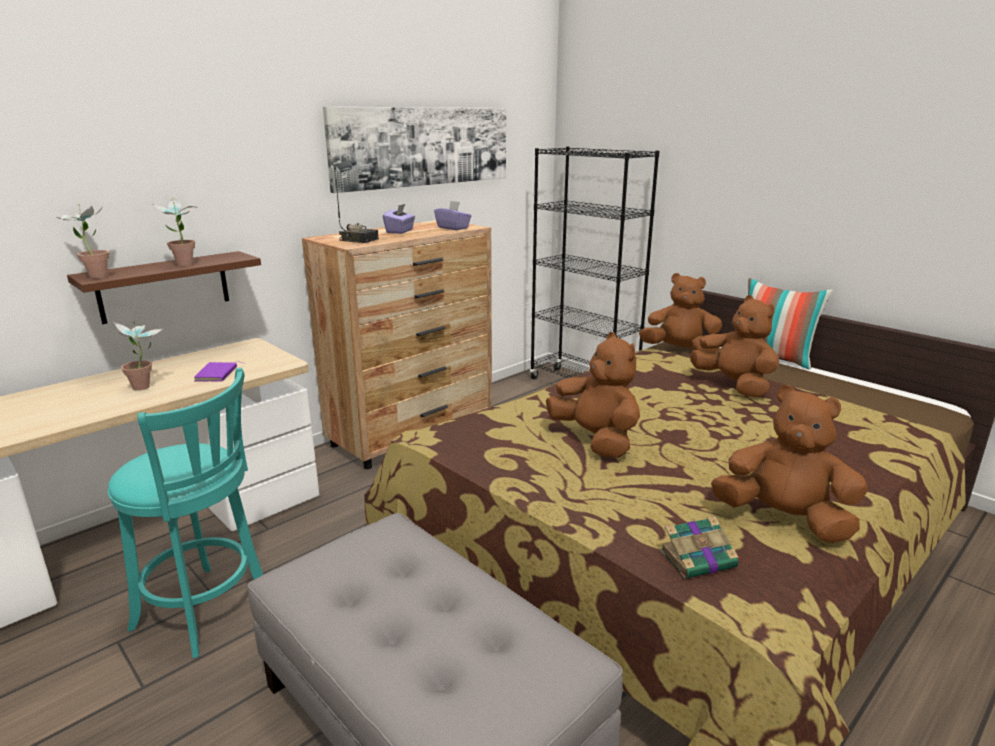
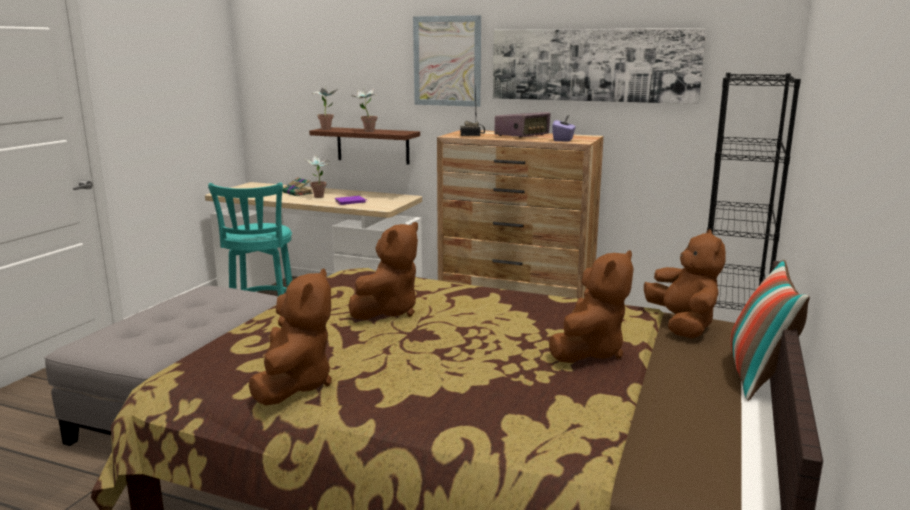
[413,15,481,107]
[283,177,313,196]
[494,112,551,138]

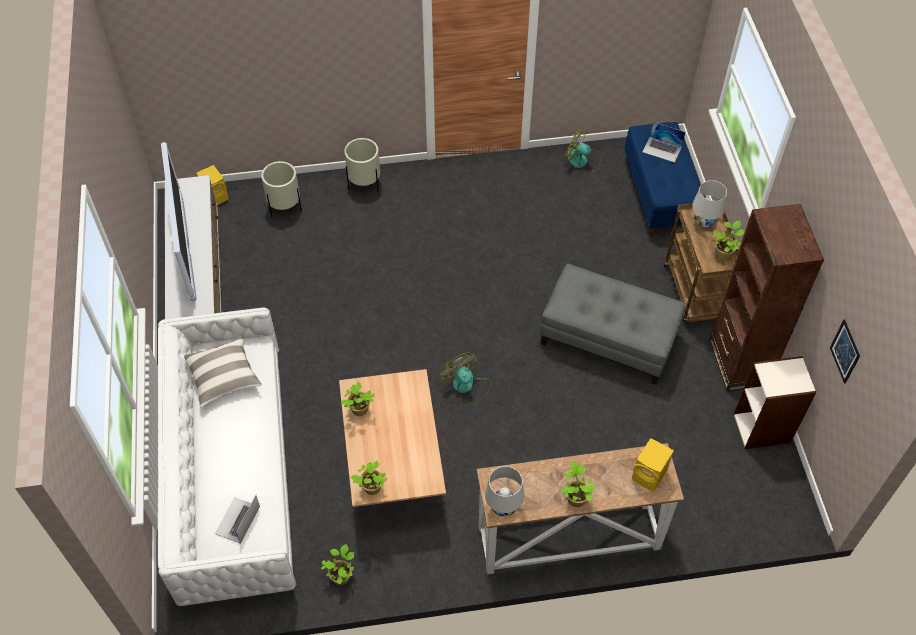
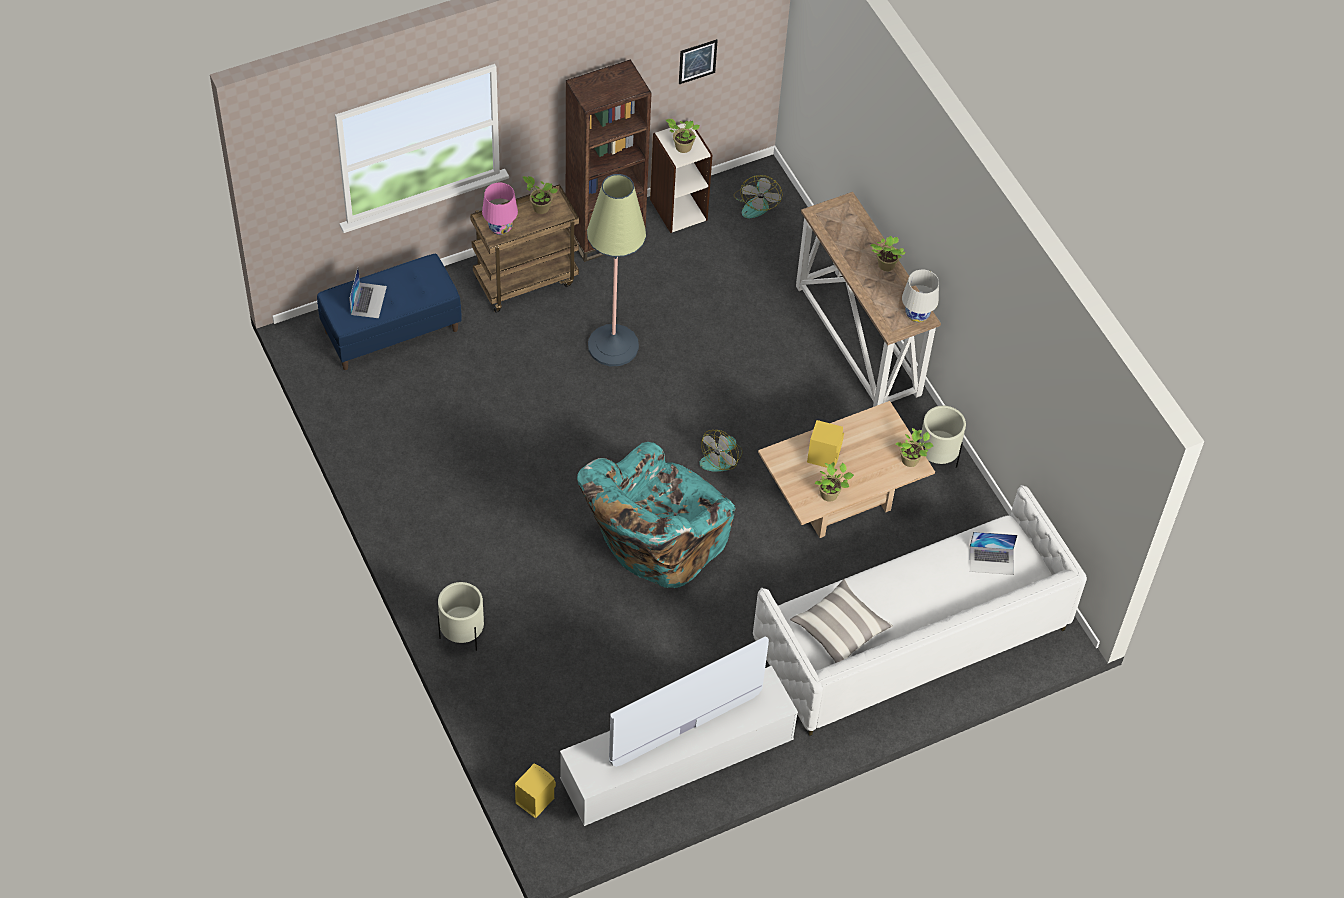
[577,442,737,588]
[919,406,966,468]
[666,119,700,153]
[734,175,783,218]
[807,420,844,468]
[587,174,646,366]
[482,182,518,235]

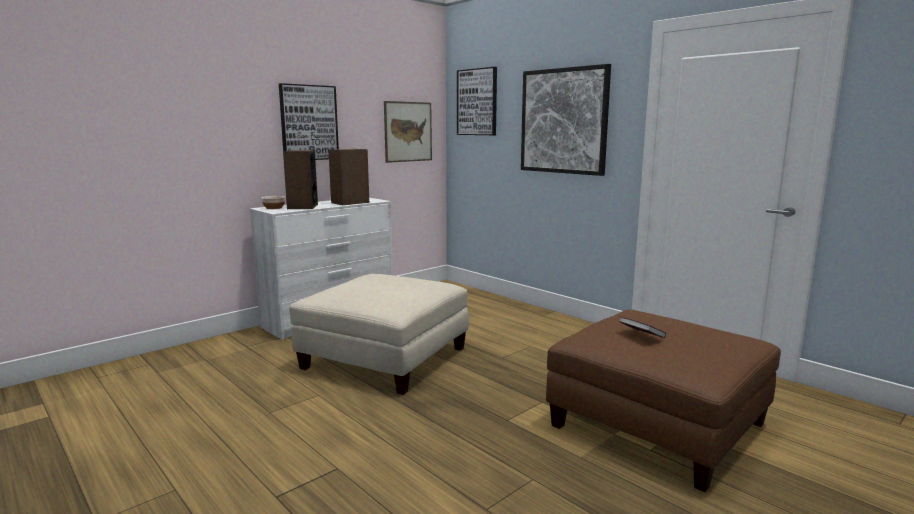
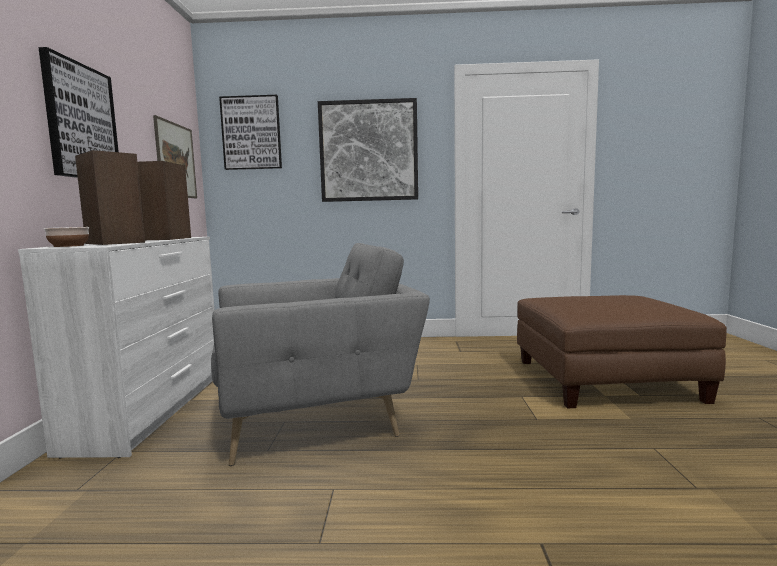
[619,317,666,338] (first image)
[211,243,430,466]

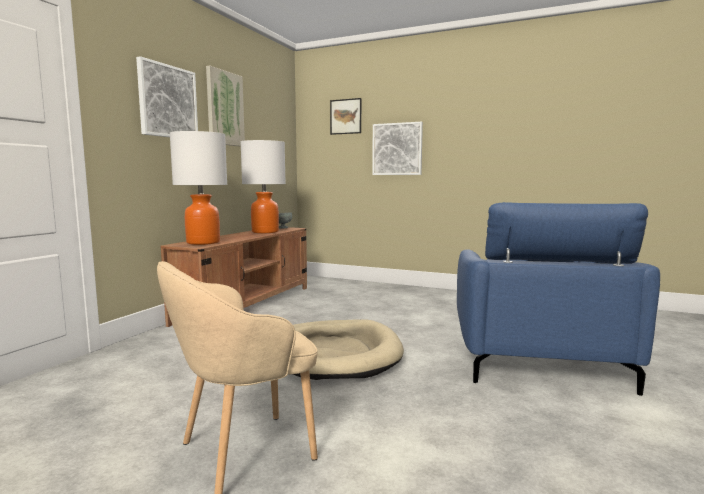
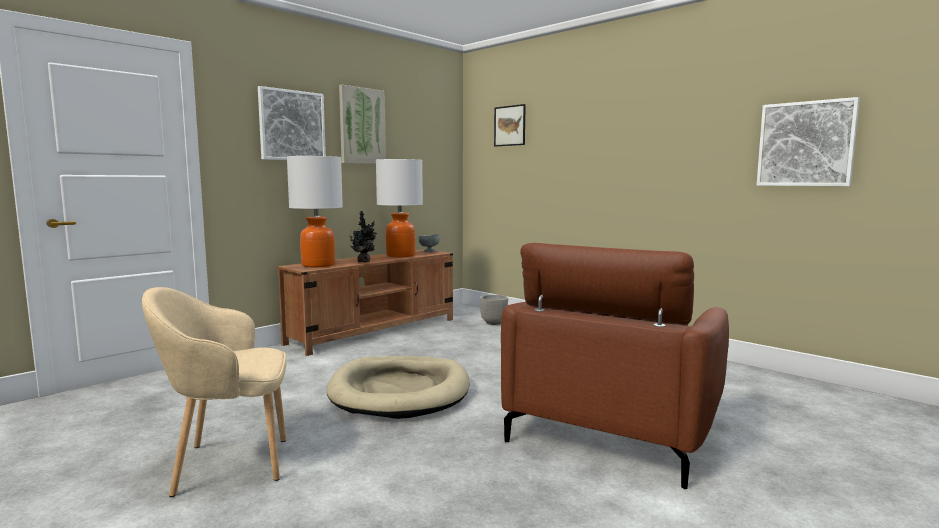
[350,211,377,262]
[480,295,508,325]
[756,97,860,186]
[501,243,729,489]

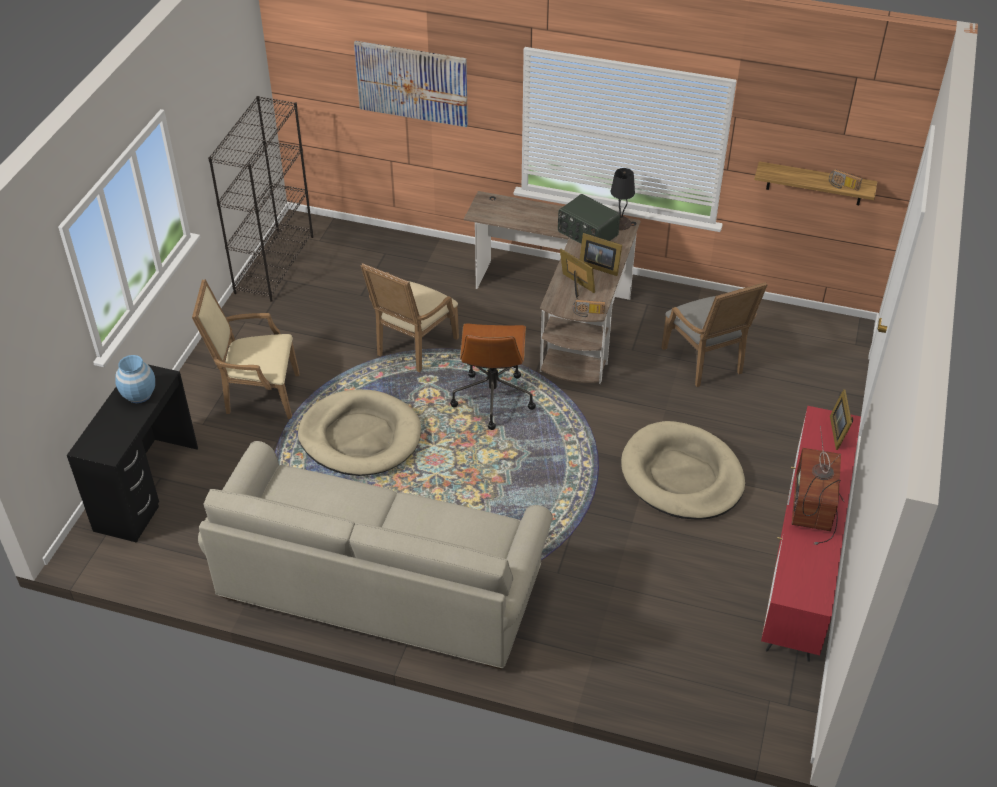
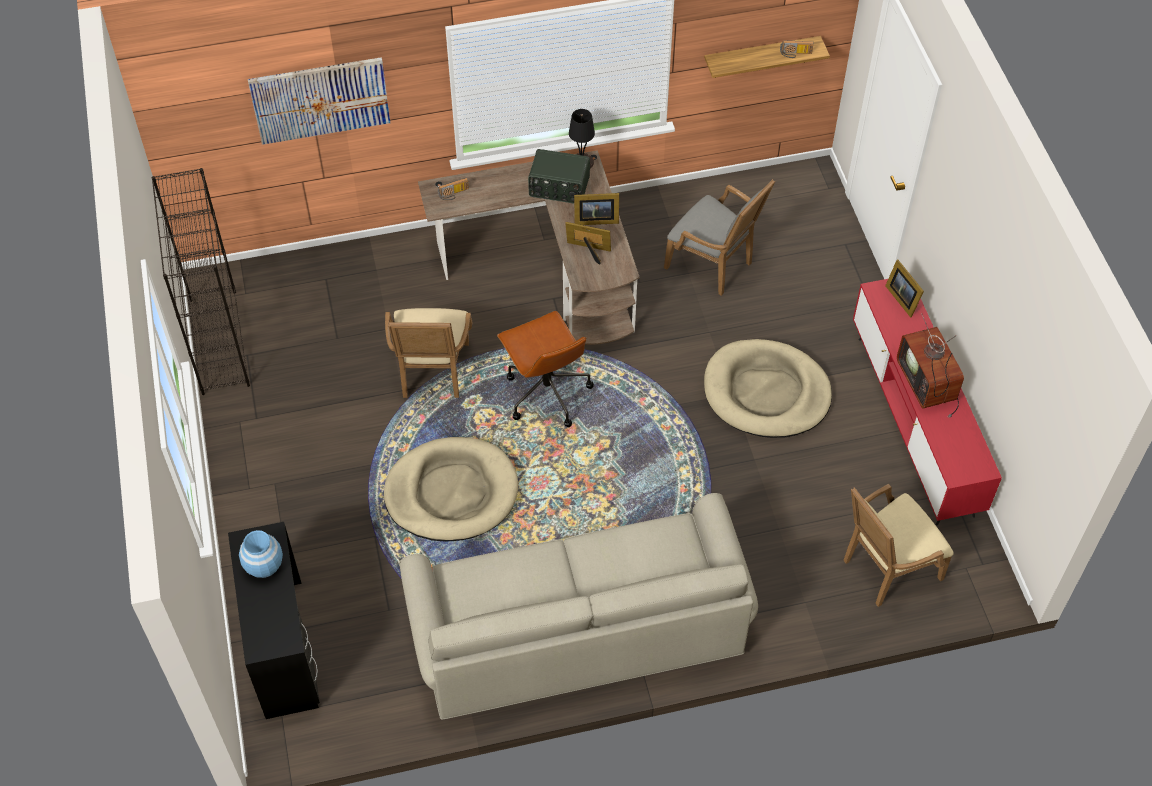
[843,484,954,607]
[438,178,469,200]

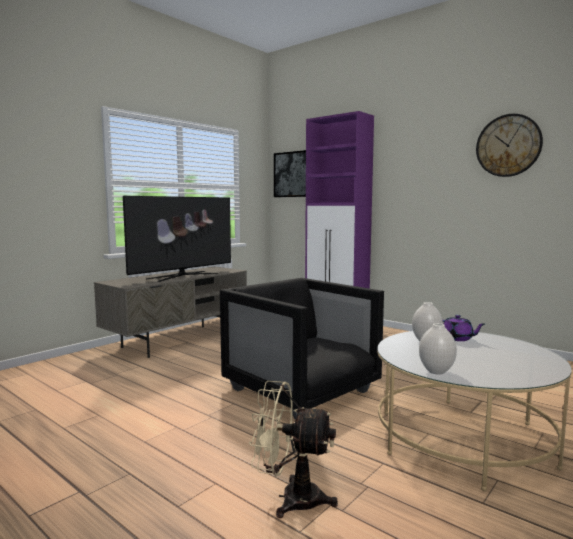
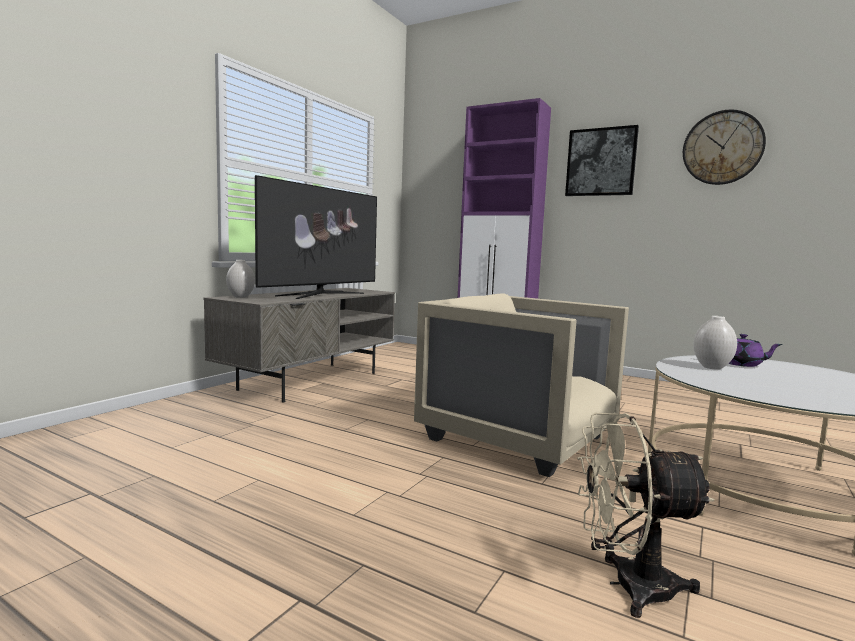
[565,125,639,196]
[226,260,255,298]
[414,293,629,477]

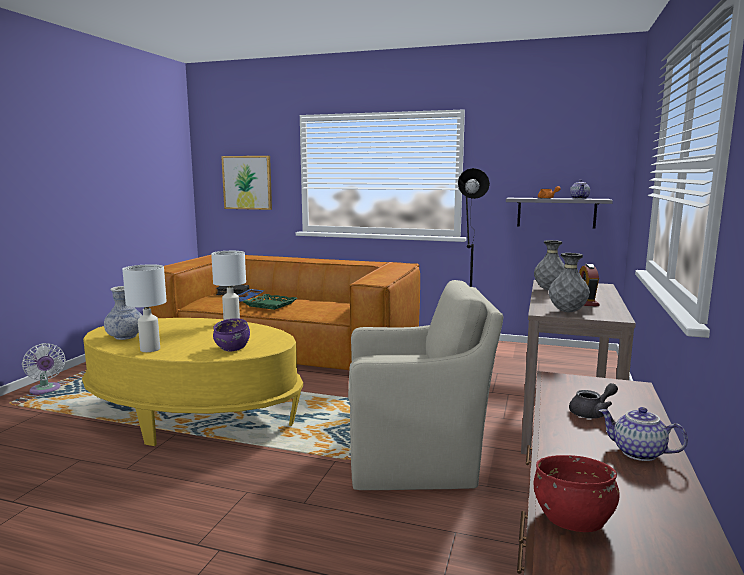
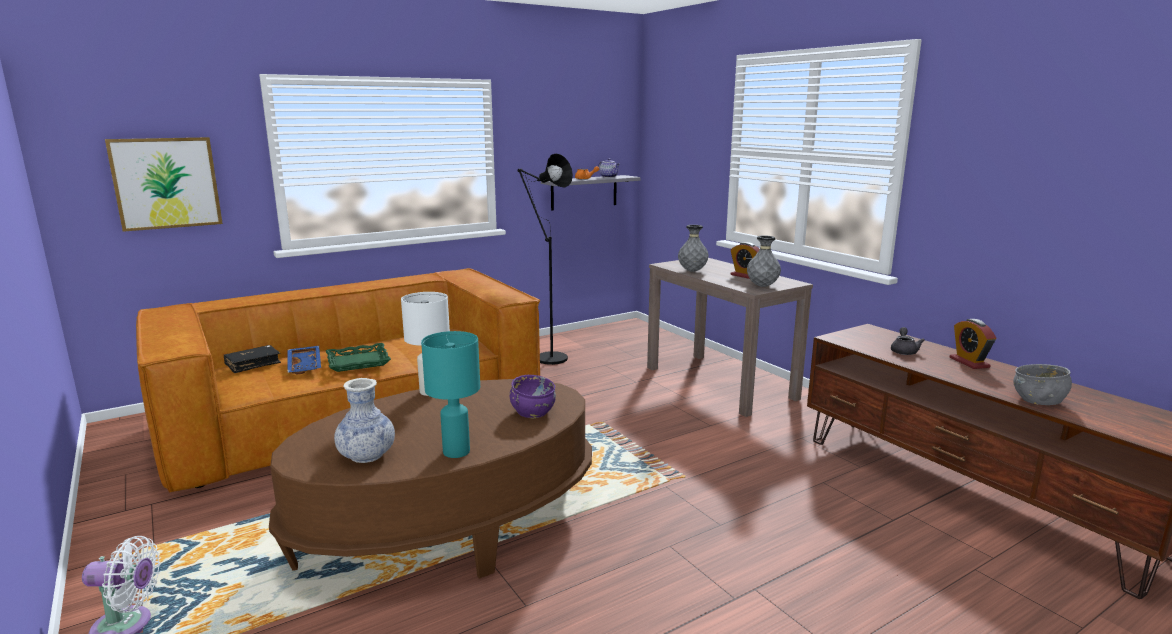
[348,280,503,490] (first image)
[950,319,996,369]
[269,379,592,579]
[421,331,480,458]
[1013,364,1072,405]

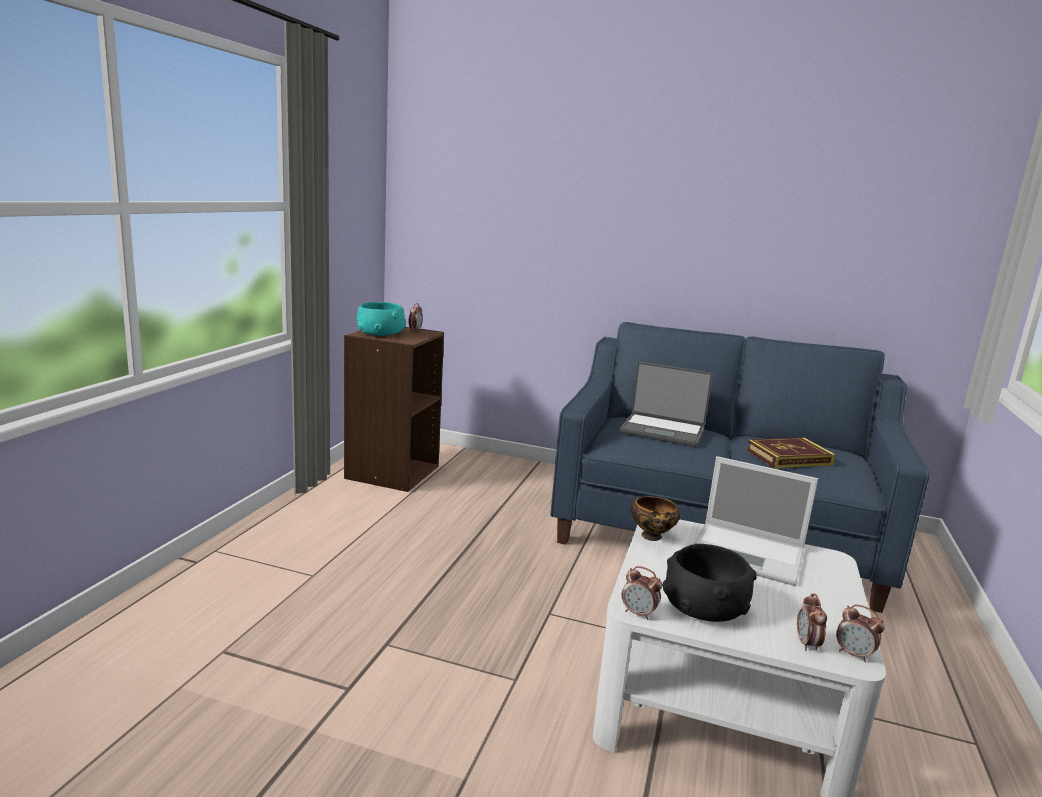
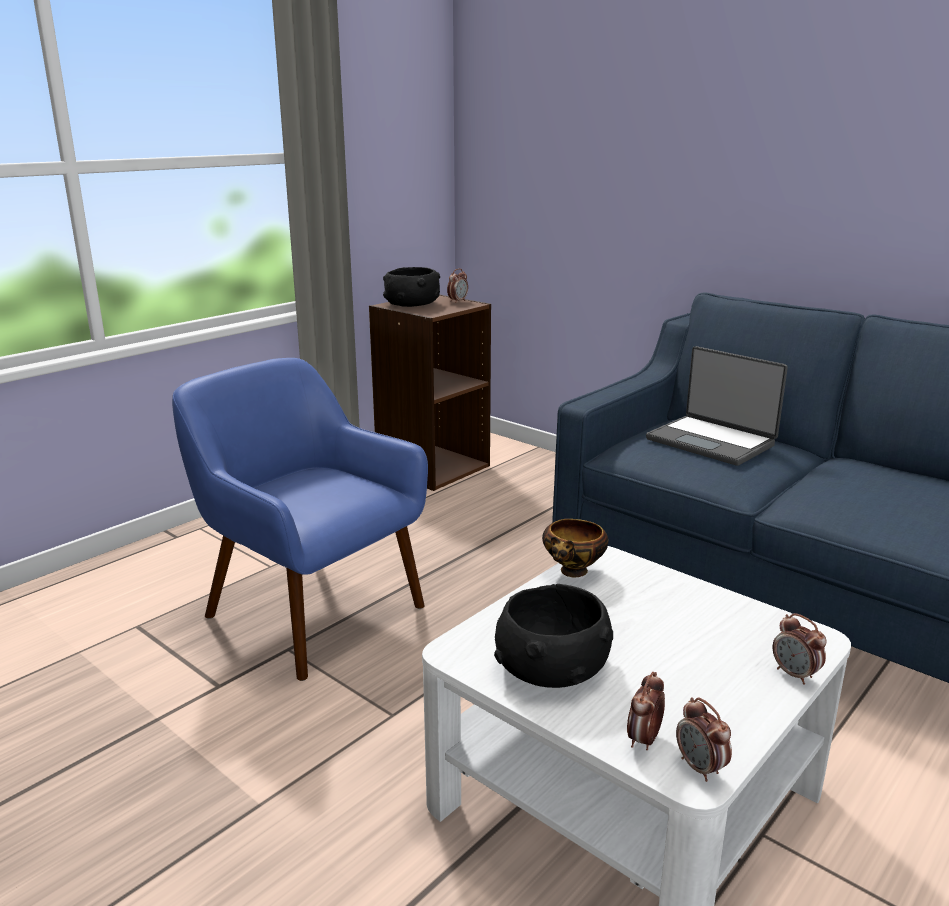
[694,456,818,586] (first image)
[746,438,836,468] (first image)
[172,358,428,681]
[773,613,827,685]
[383,267,440,307]

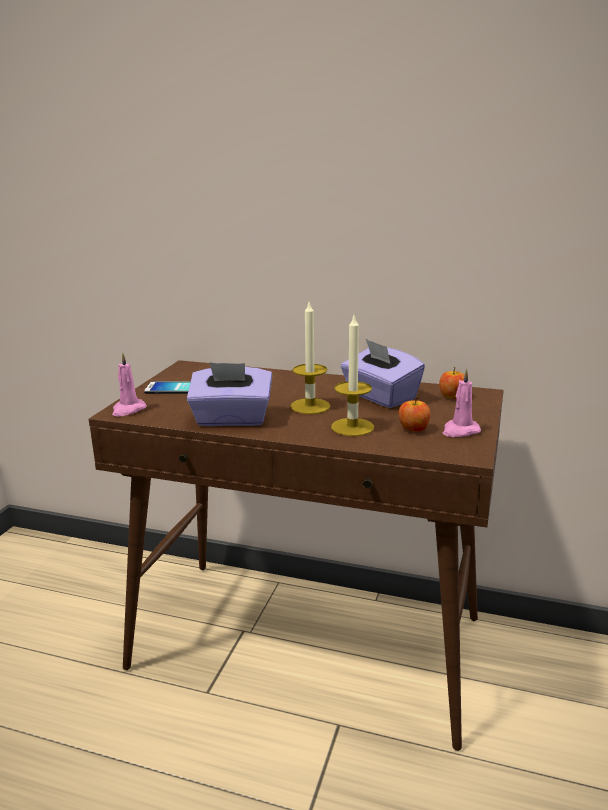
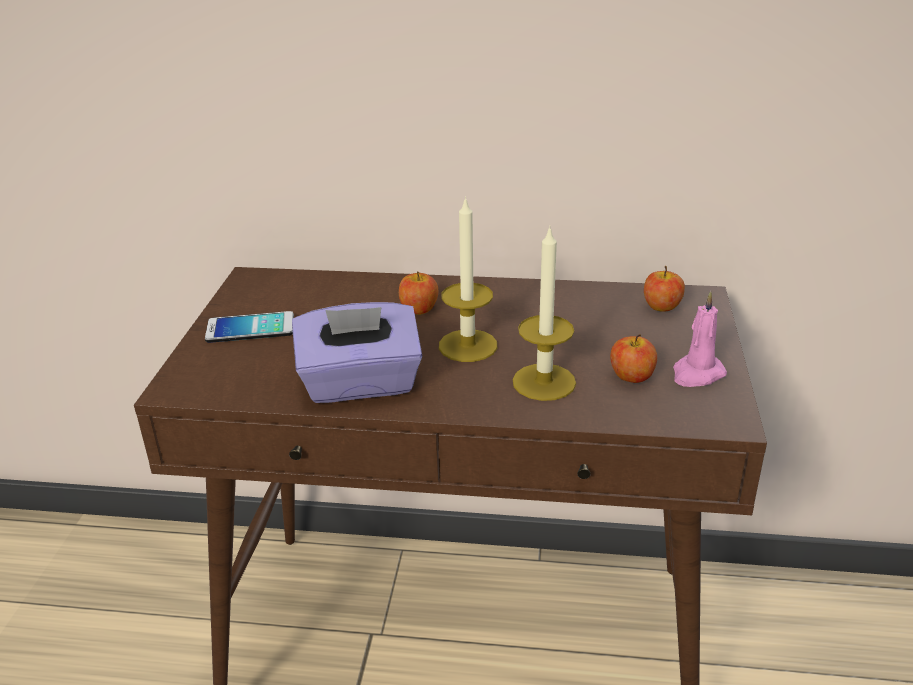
[112,352,146,416] (first image)
[341,339,425,408] (first image)
[399,271,438,315]

